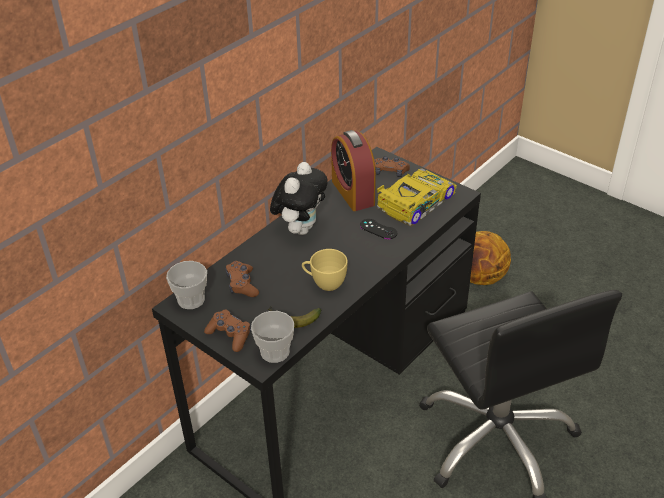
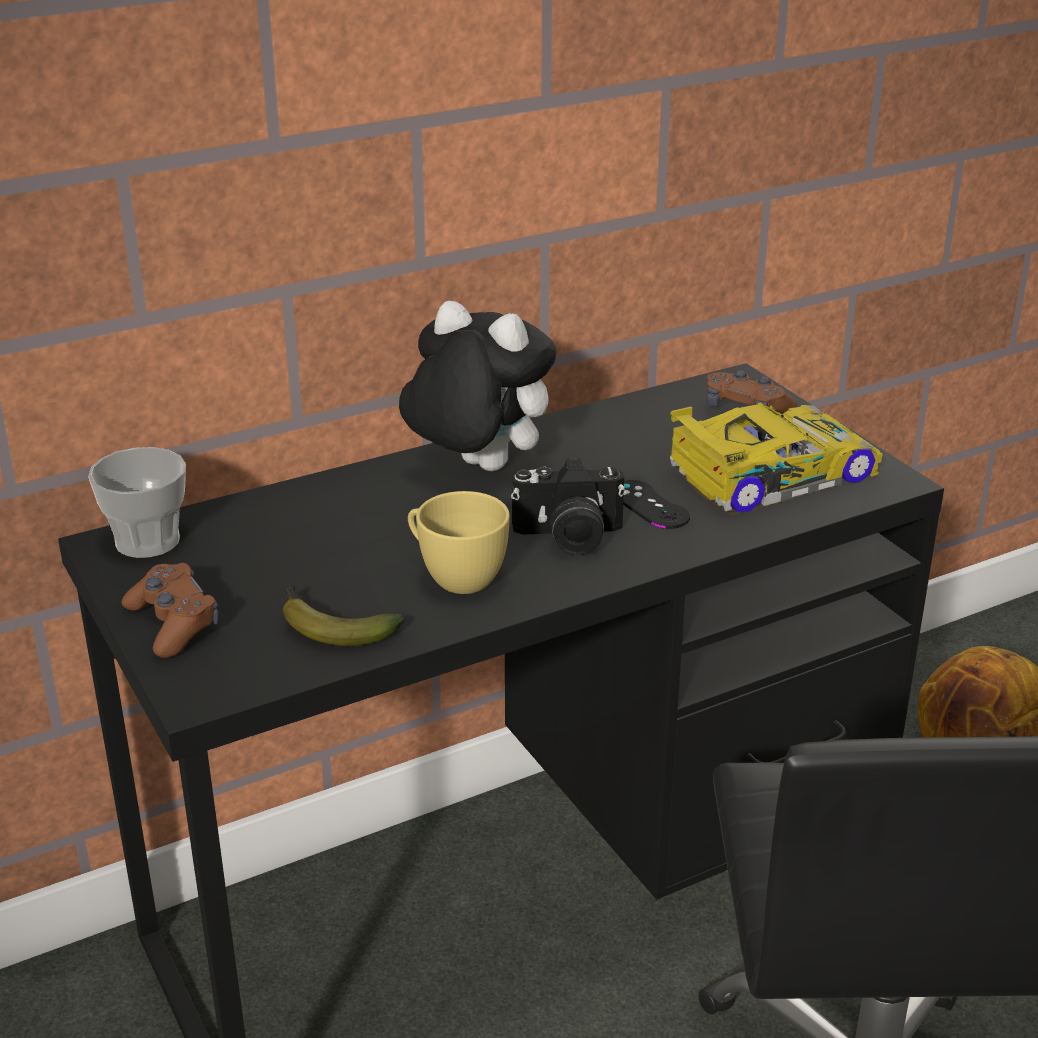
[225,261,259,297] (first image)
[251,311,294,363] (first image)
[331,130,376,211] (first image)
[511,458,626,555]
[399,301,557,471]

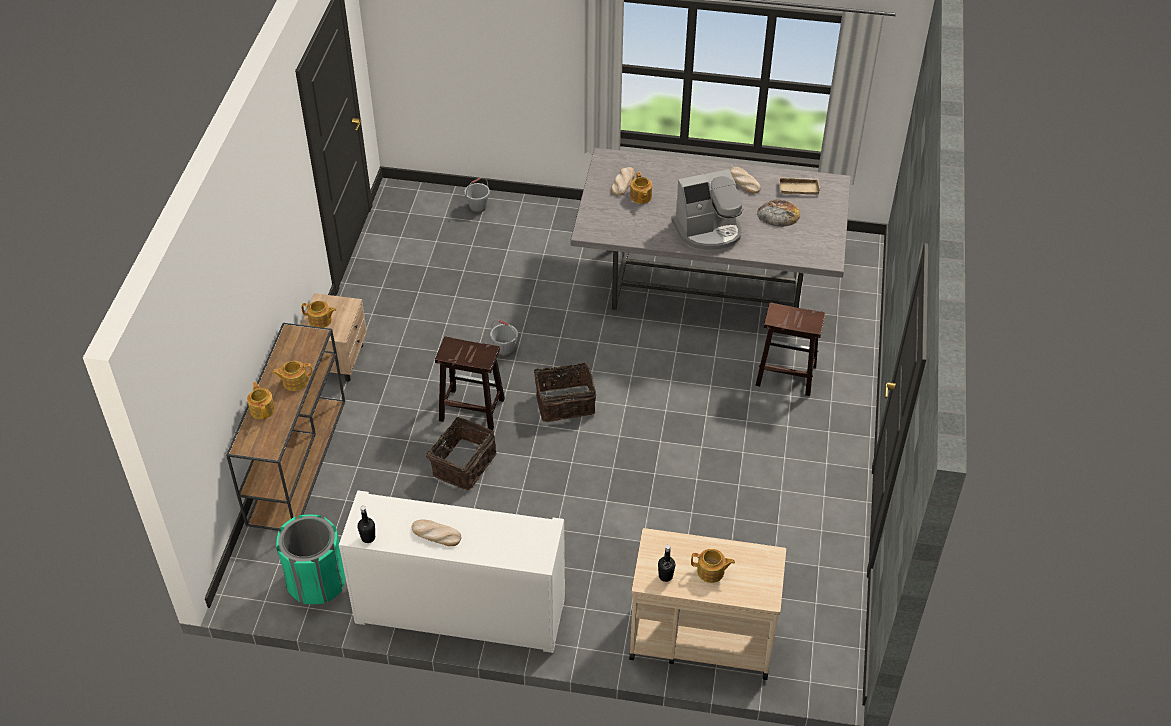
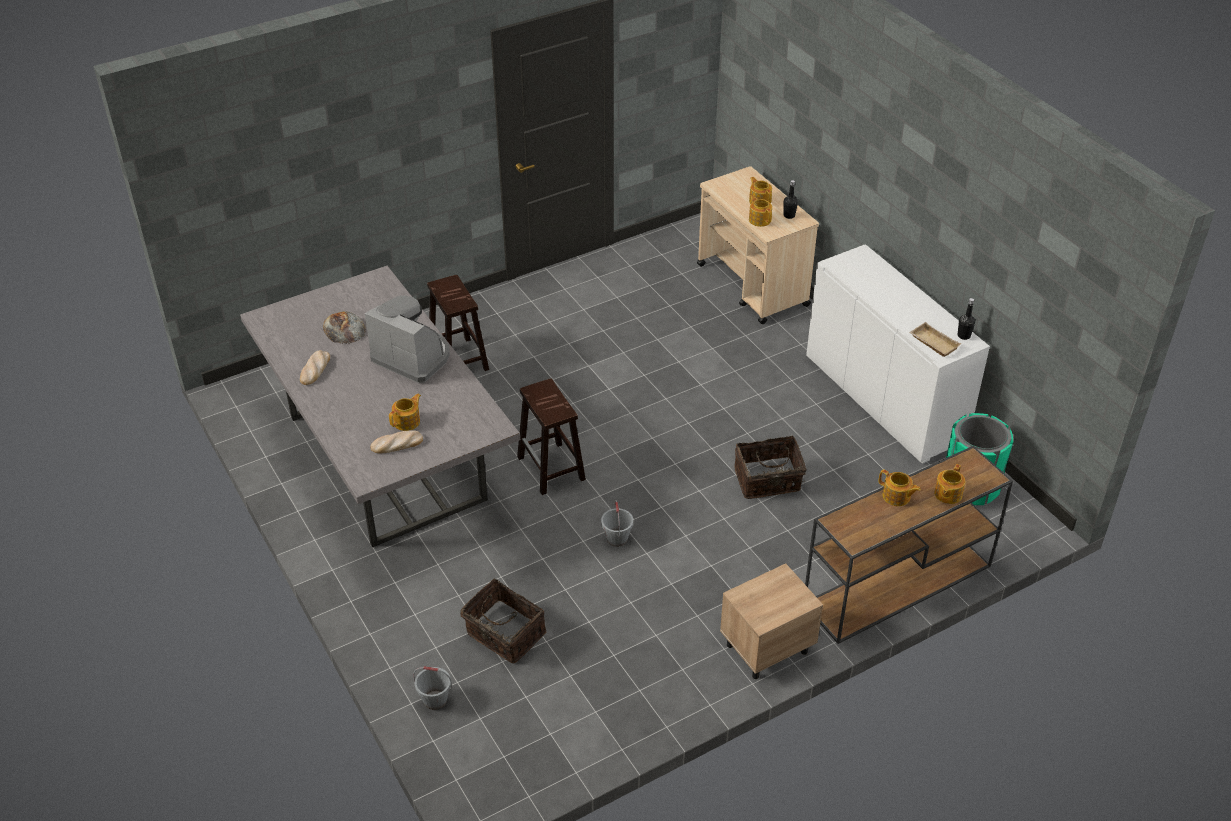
[411,519,462,546] (first image)
[749,195,772,227]
[517,378,586,495]
[460,578,546,663]
[909,322,961,357]

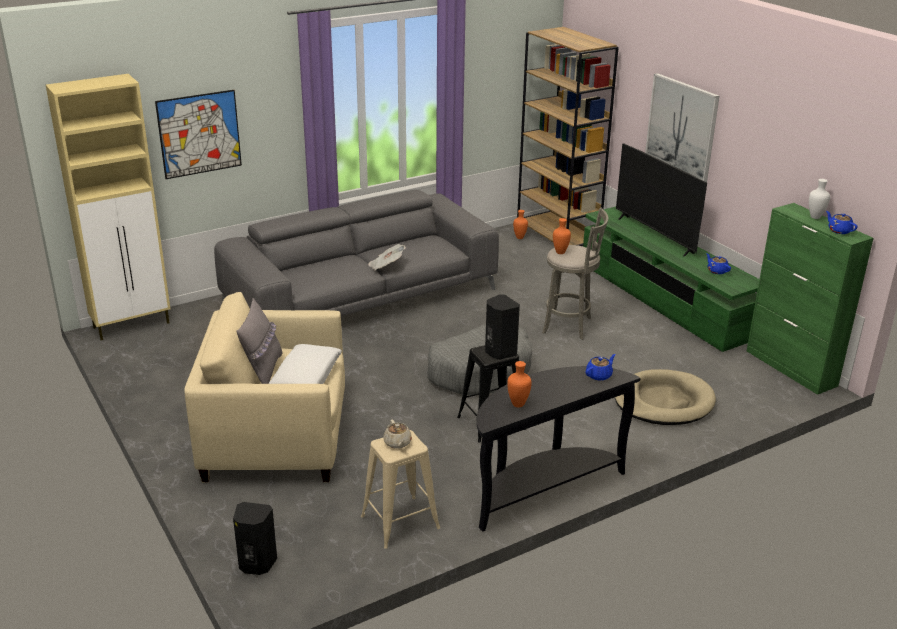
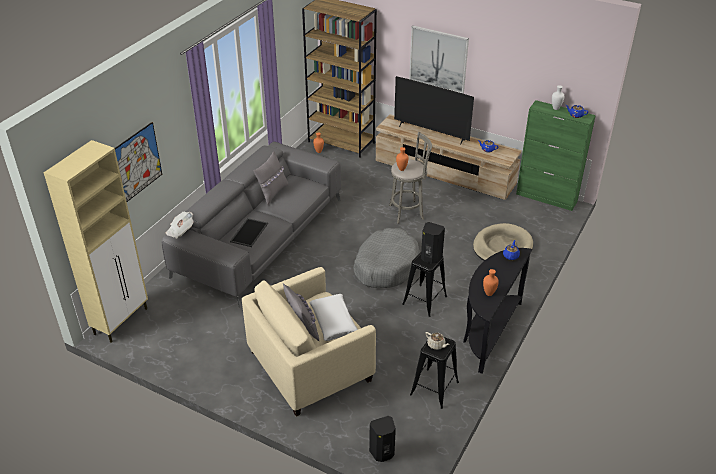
[230,218,268,247]
[254,151,288,205]
[166,212,193,239]
[410,337,459,409]
[376,114,522,200]

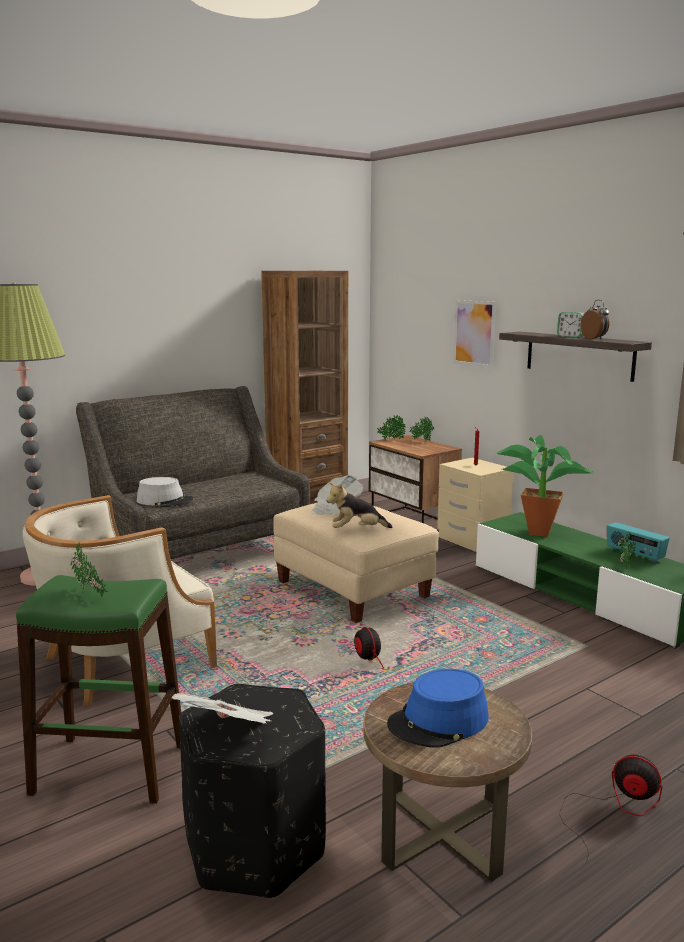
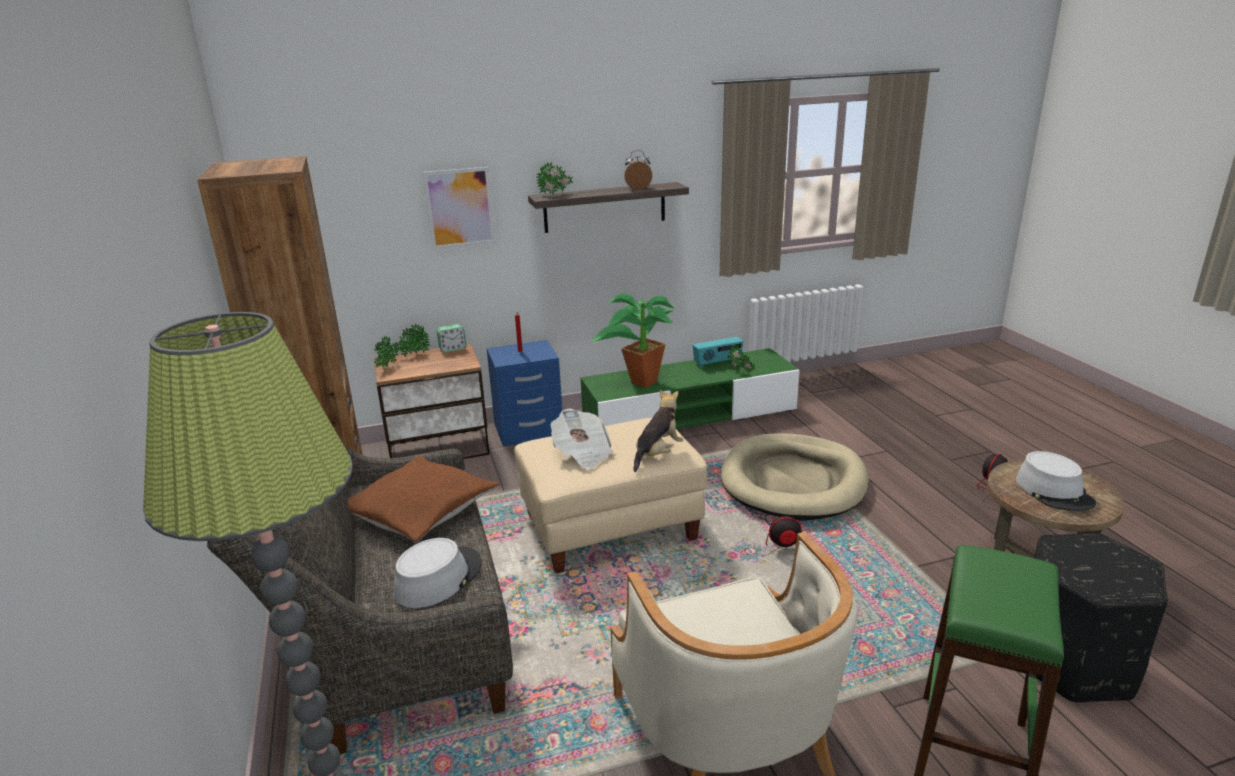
[172,693,273,724] (first image)
[348,455,499,543]
[721,434,869,521]
[537,162,573,195]
[437,324,466,352]
[1016,451,1096,511]
[487,340,562,446]
[634,390,683,472]

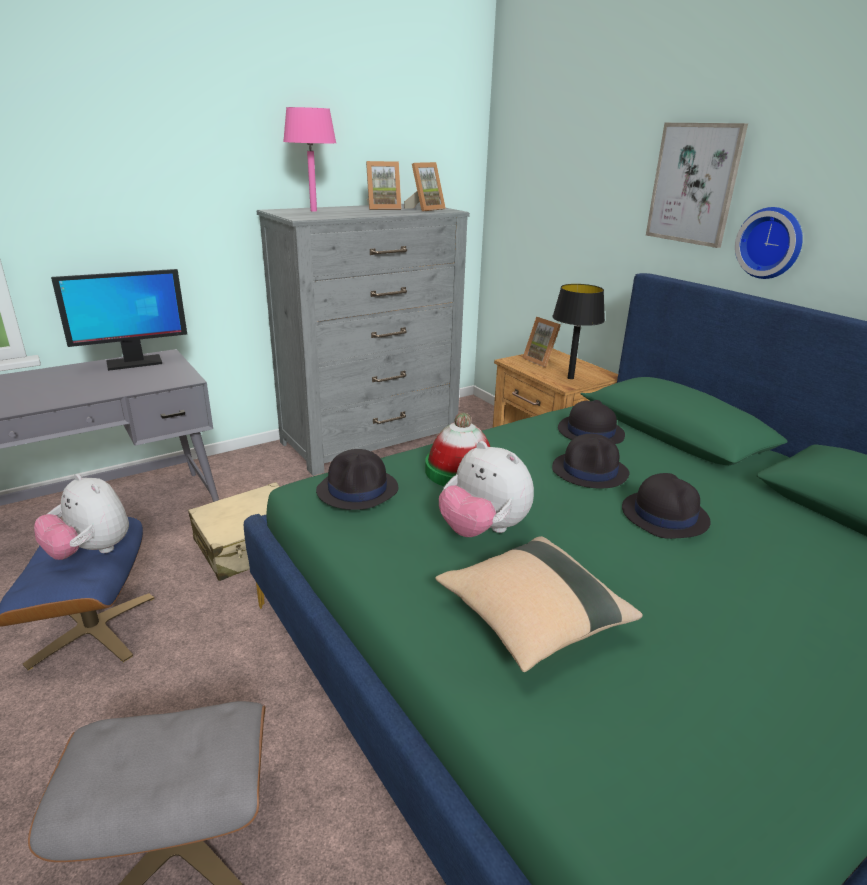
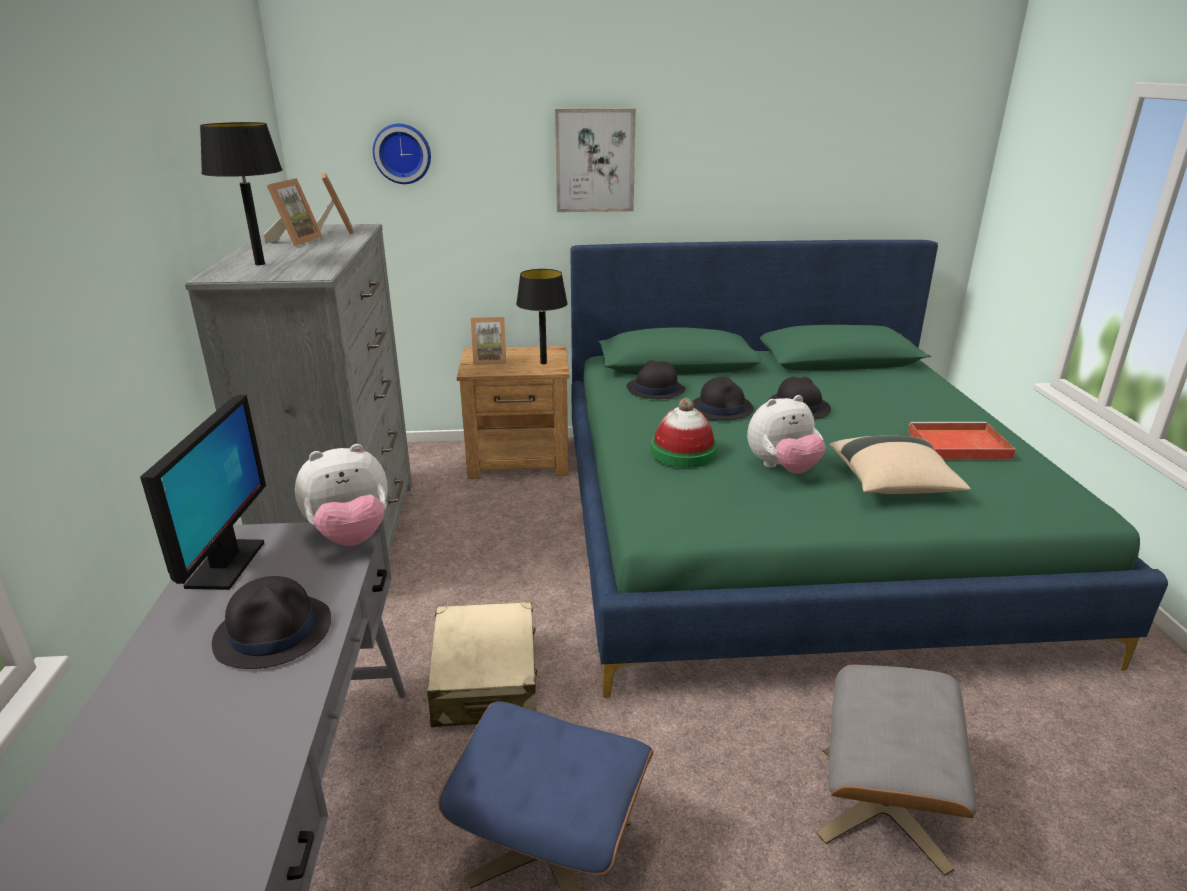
[908,422,1016,460]
[295,444,388,546]
[212,576,331,669]
[373,124,431,184]
[200,122,283,265]

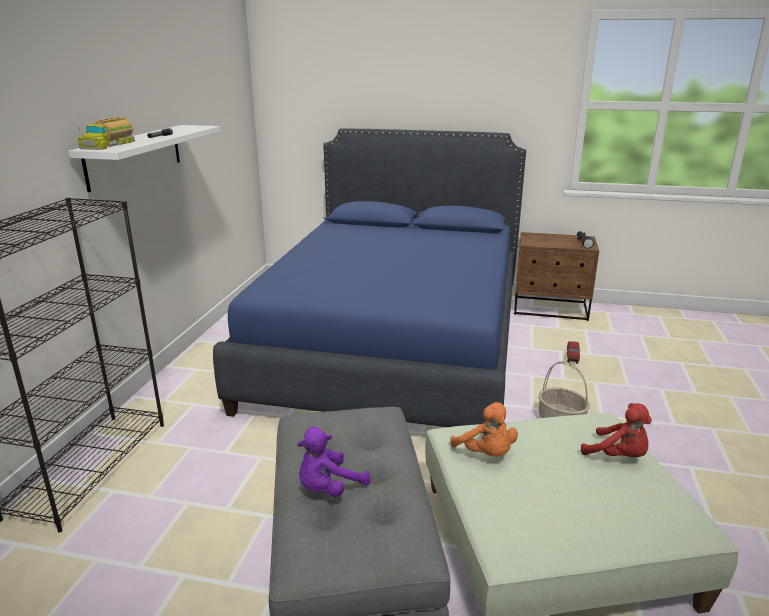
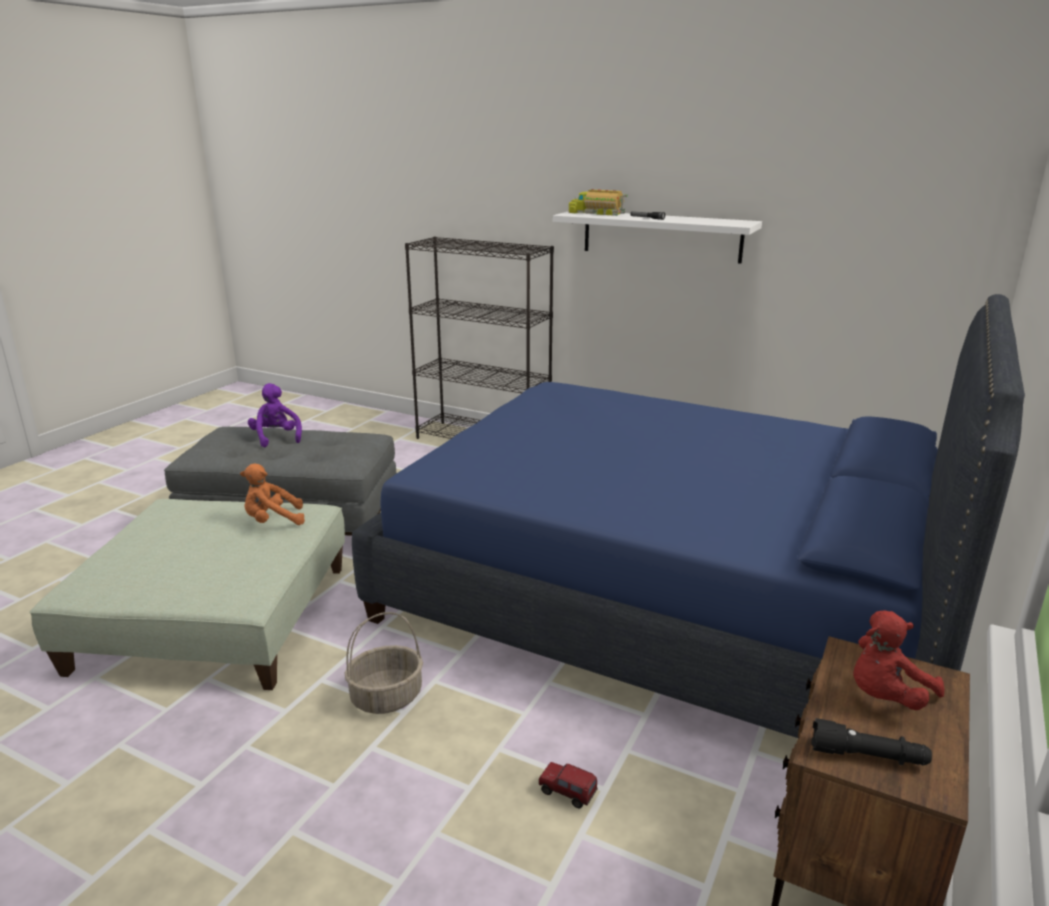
[853,610,945,710]

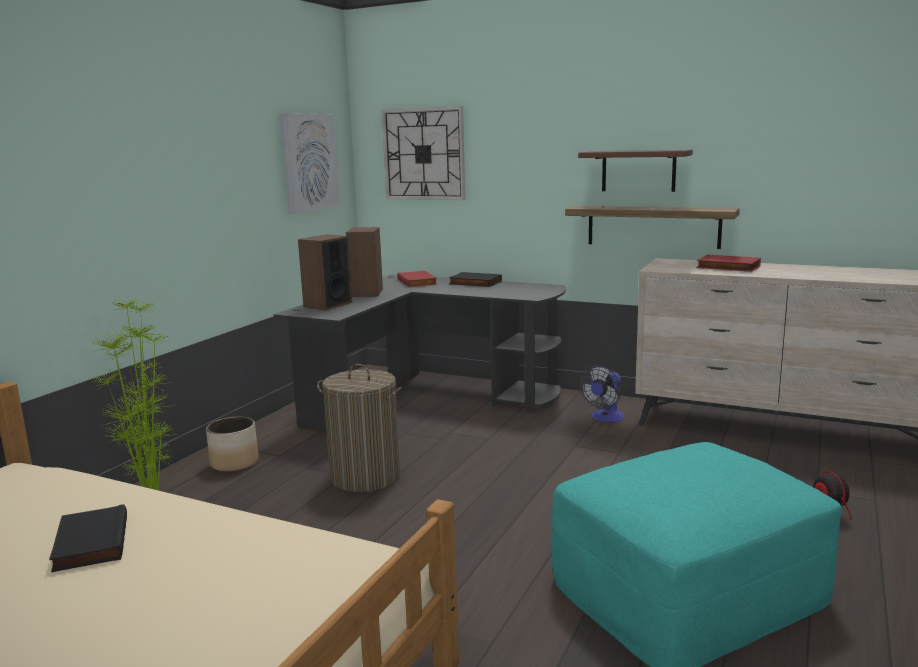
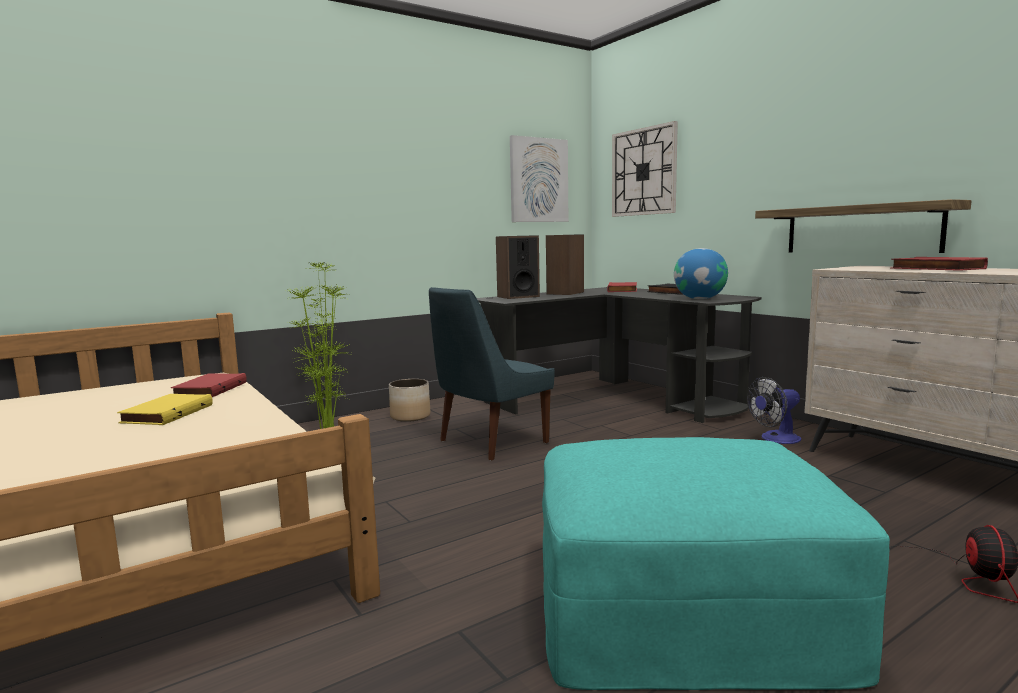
[578,150,693,192] (first image)
[171,373,247,397]
[674,248,728,299]
[429,287,555,461]
[117,394,213,425]

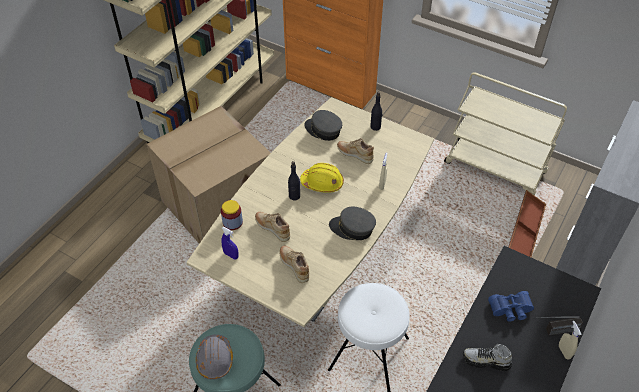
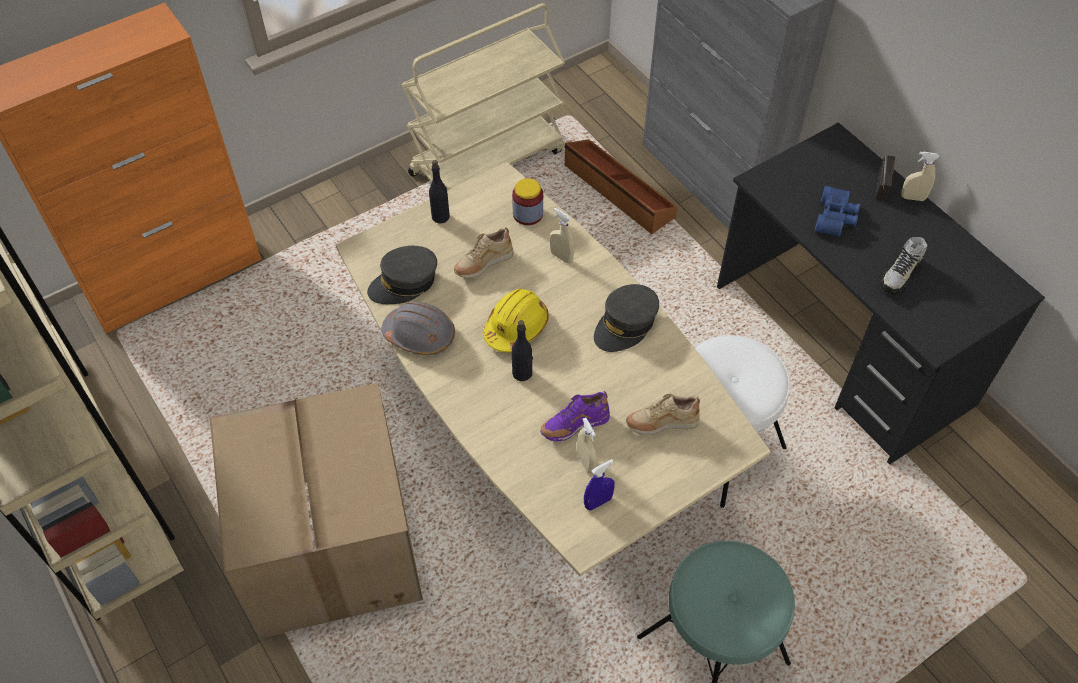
[577,418,597,474]
[382,302,455,355]
[512,178,543,225]
[540,391,610,441]

